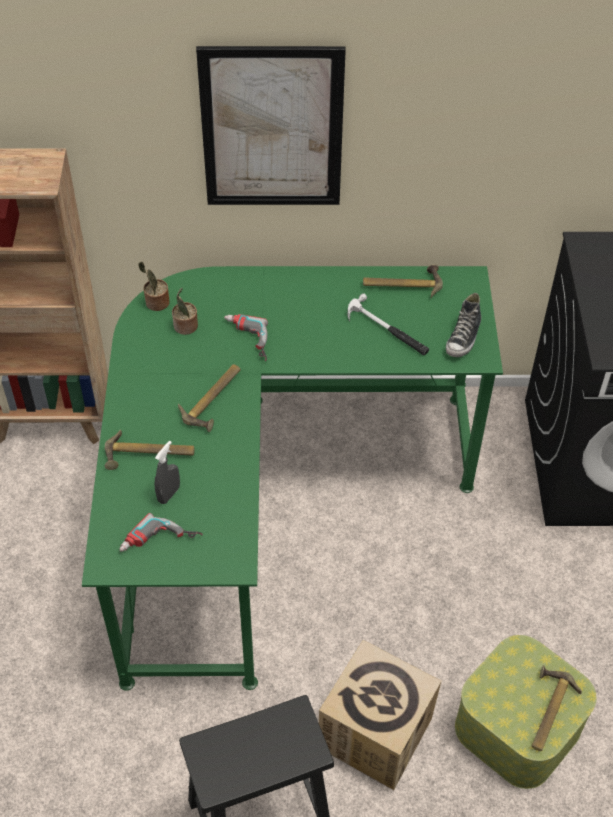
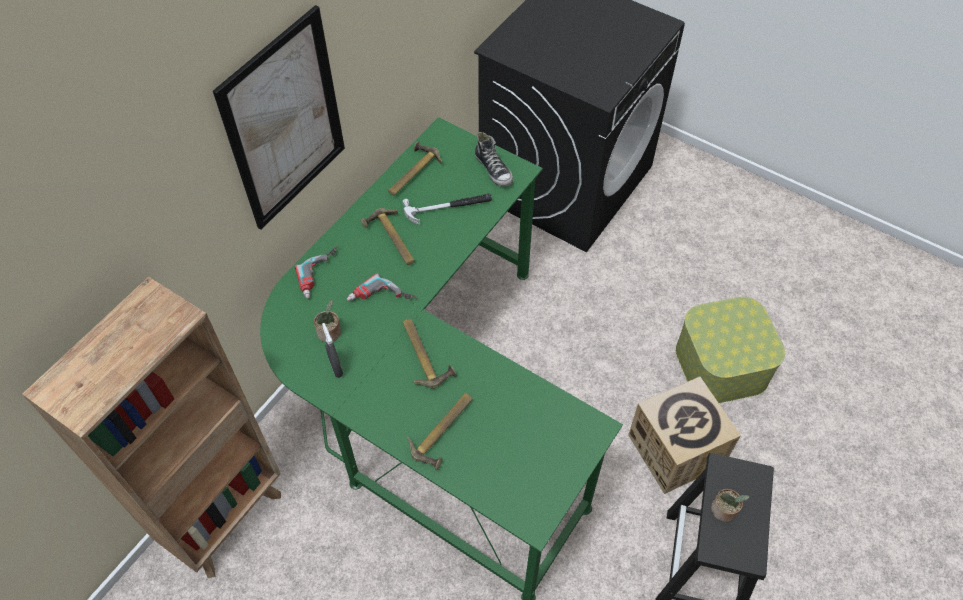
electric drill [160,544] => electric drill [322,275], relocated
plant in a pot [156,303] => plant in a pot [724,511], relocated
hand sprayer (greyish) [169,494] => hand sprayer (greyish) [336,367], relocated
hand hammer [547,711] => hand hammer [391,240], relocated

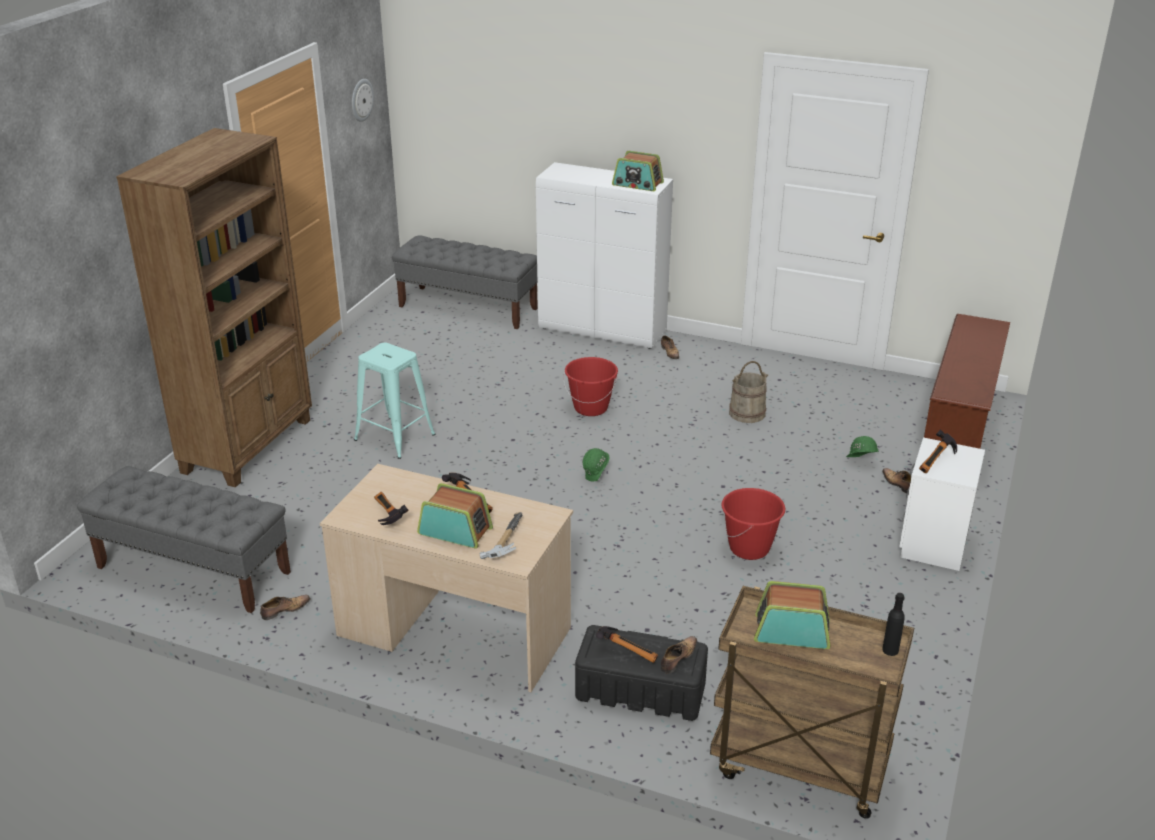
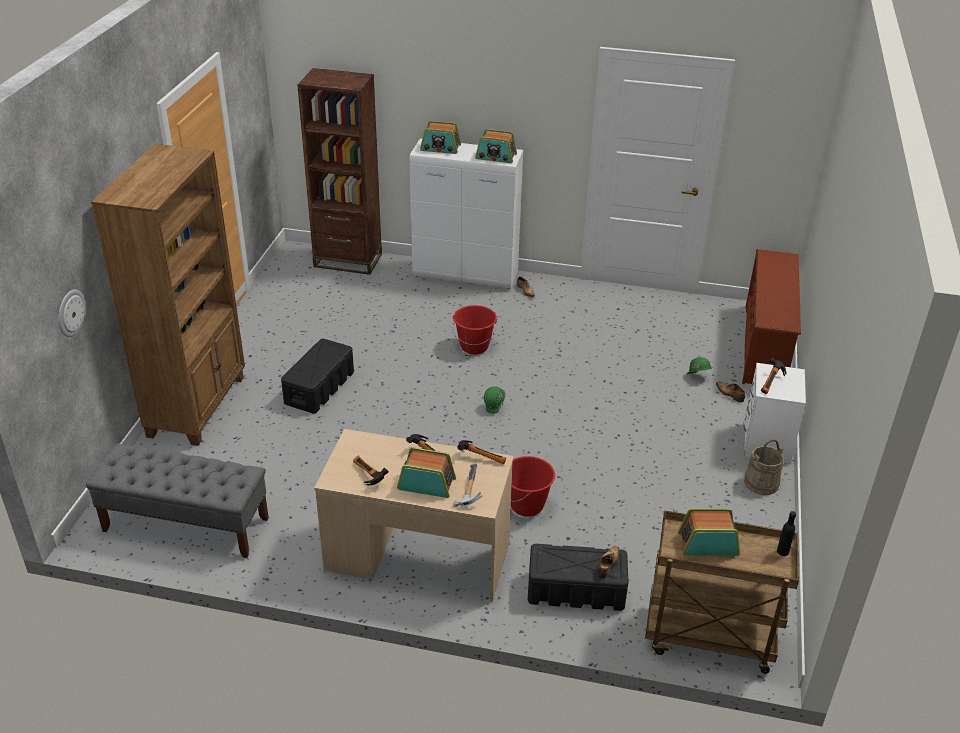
item of footwear [284,610] => nothing
clock on the wall [361,100] => clock on the wall [70,313], relocated
sitting stool (turquoise) [394,437] => storage bin (black-coloured) [320,387]
long seat (greyish) [468,307] => shelving unit (brownish) [348,260]
hand hammer [628,650] => hand hammer [482,457], relocated
pail (red) [749,548] => pail (red) [527,505], relocated
pail (beige-coloured) [747,413] => pail (beige-coloured) [761,483], relocated
nothing => radio receiver [440,148]

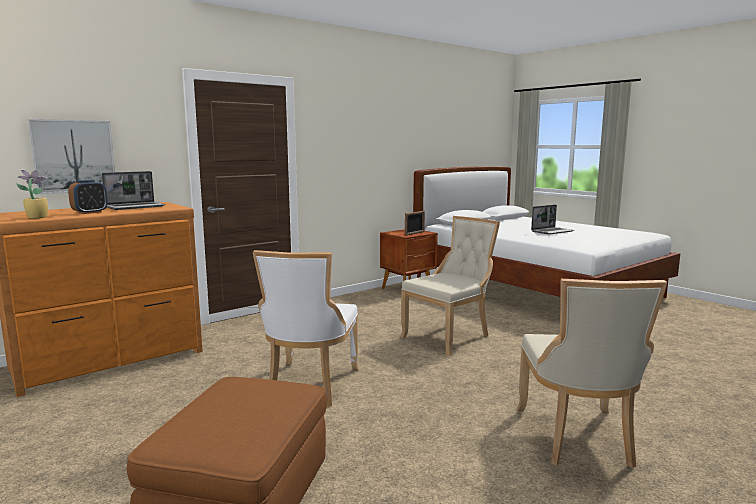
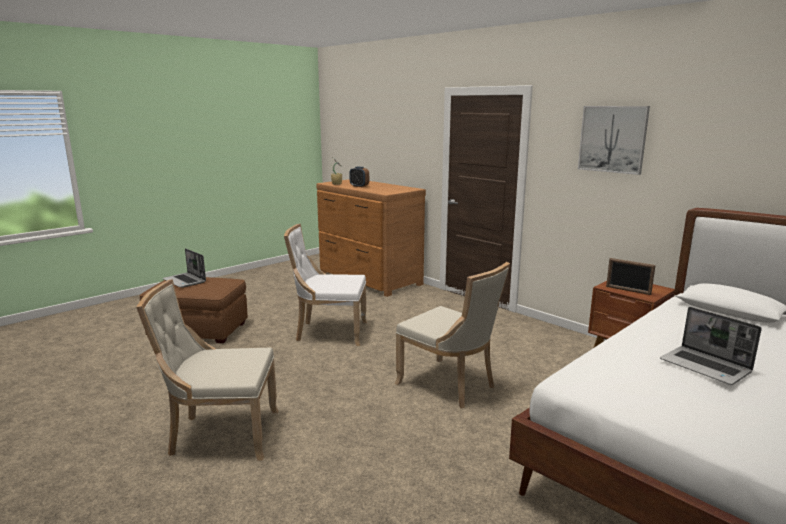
wall art [74,156] => wall art [612,139], relocated
laptop [136,207] => laptop [185,281], relocated

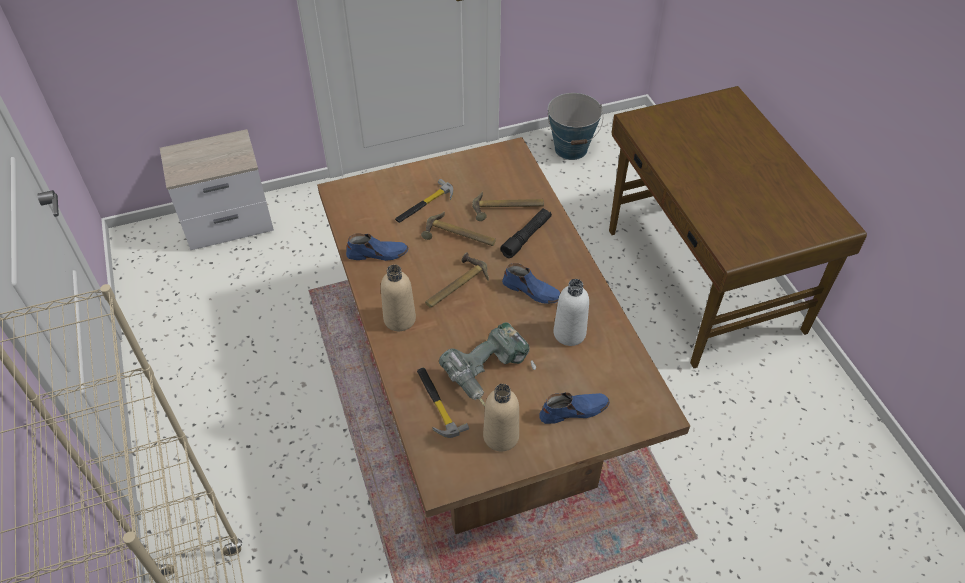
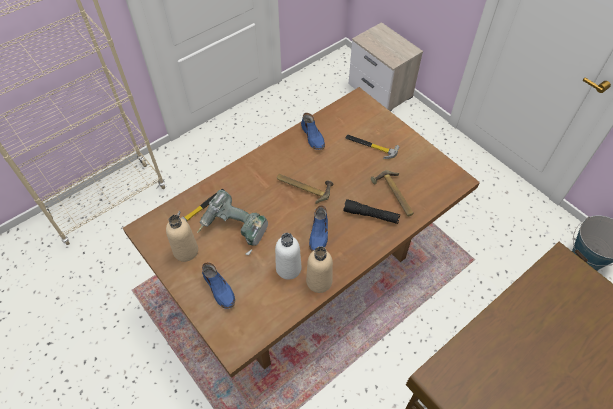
beverage bottle (beige-coloured) [399,319] => beverage bottle (beige-coloured) [319,281], relocated
hand hammer [459,237] => nothing

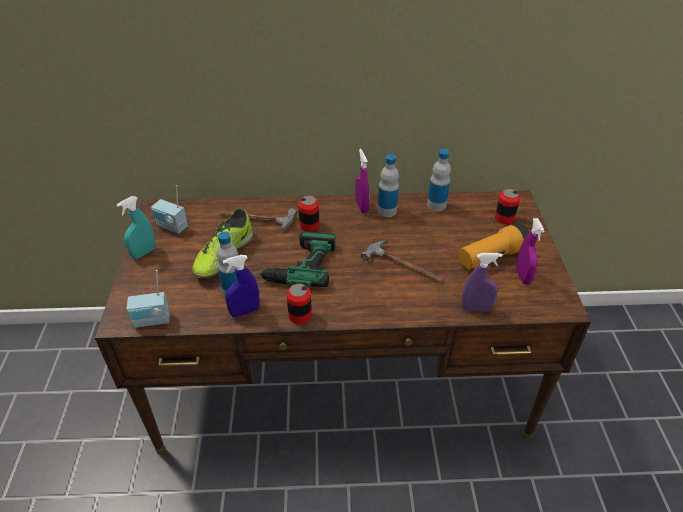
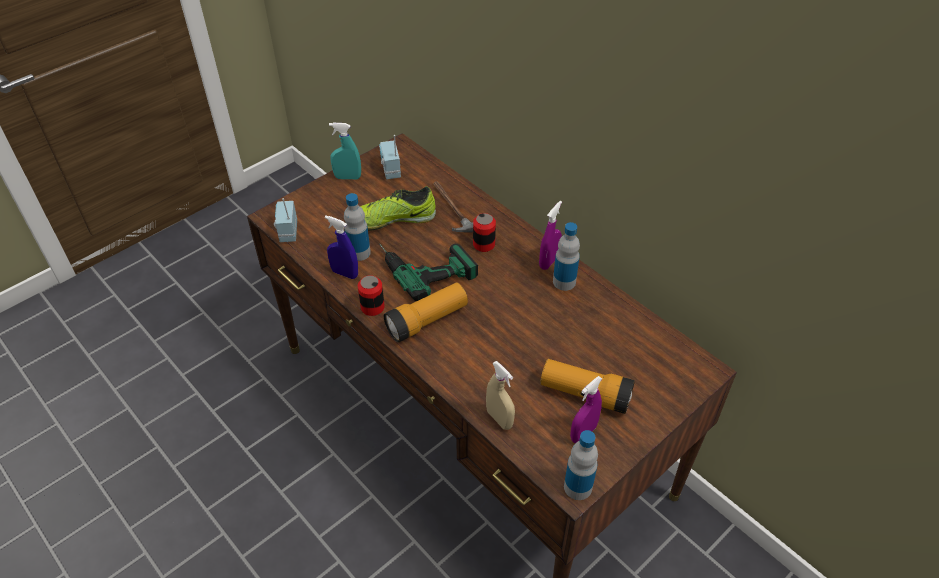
radio receiver [152,321] => radio receiver [287,232], 45 degrees clockwise
hand hammer [405,266] => nothing
beverage bottle [436,205] => beverage bottle [578,487], relocated
hand sprayer (purple-coloured) [476,308] => hand sprayer (beige-coloured) [499,419]
metal can [504,218] => nothing
nothing => torch [427,321]

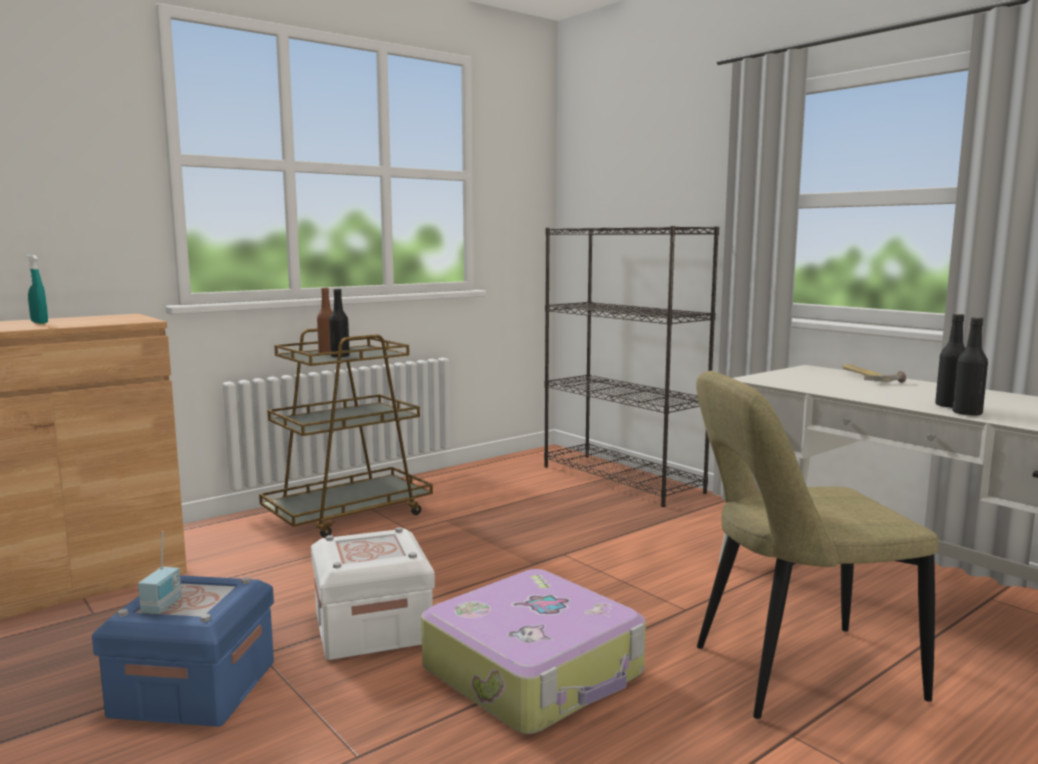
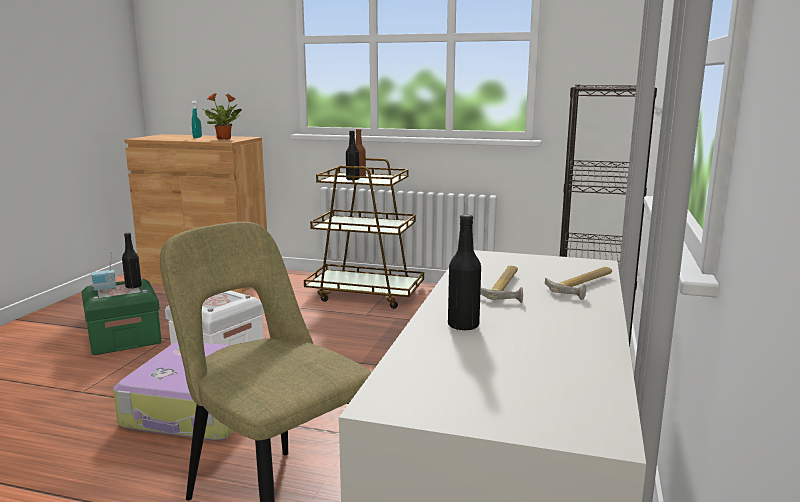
storage bin (blue) [194,689] => storage bin (greenish) [124,338]
beverage bottle (black-coloured) [967,413] => beverage bottle (black-coloured) [133,286], relocated
nothing => plant in a pot [224,139]
nothing => hand hammer [507,288]

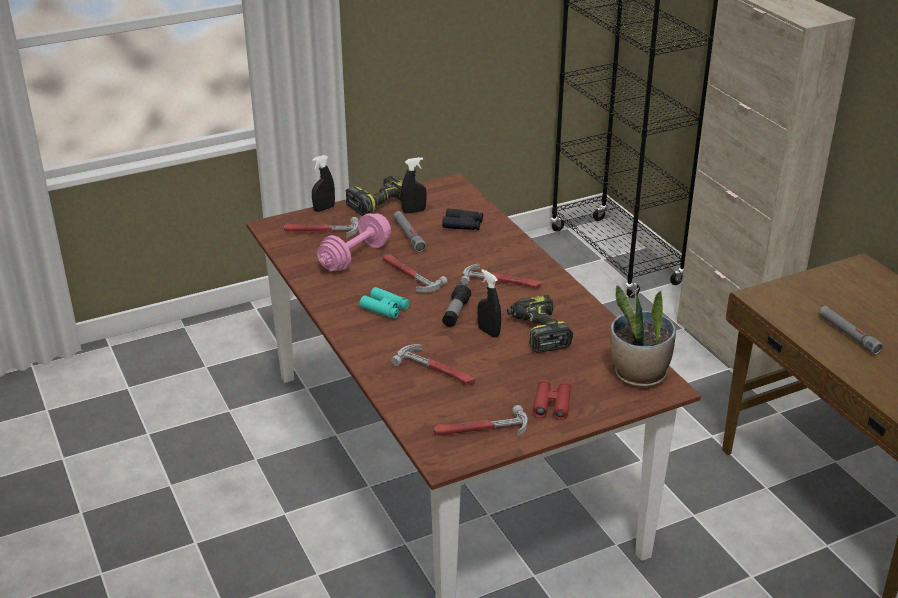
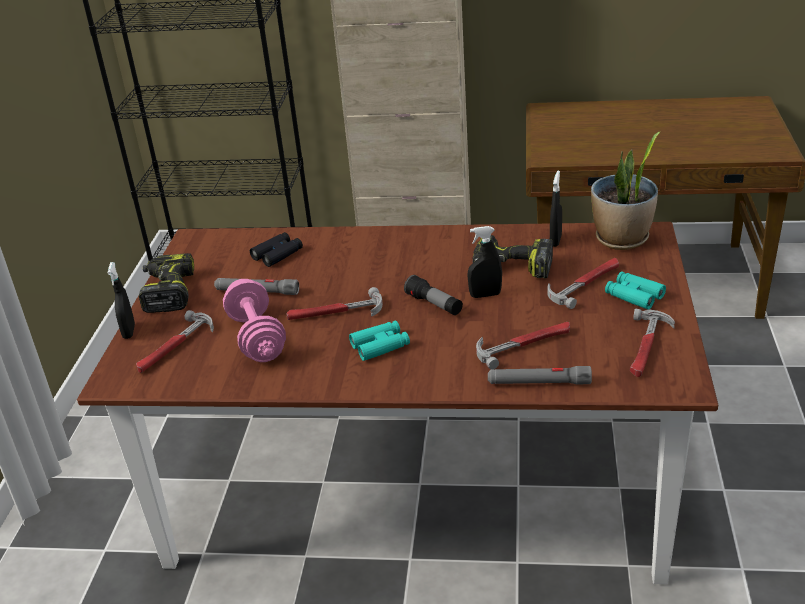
hand sprayer (black-coloured) [414,211] => hand sprayer (black-coloured) [555,240], relocated
hand hammer [502,282] => hand hammer [585,284], relocated
pair of binoculars (red) [552,404] => pair of binoculars (turquoise) [634,295]
torch (greyish) [847,334] => torch (greyish) [539,383], relocated

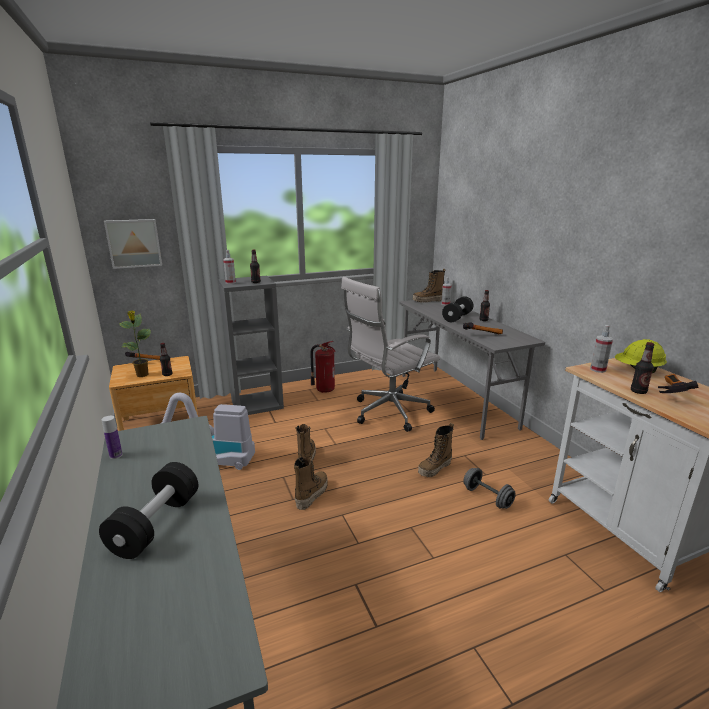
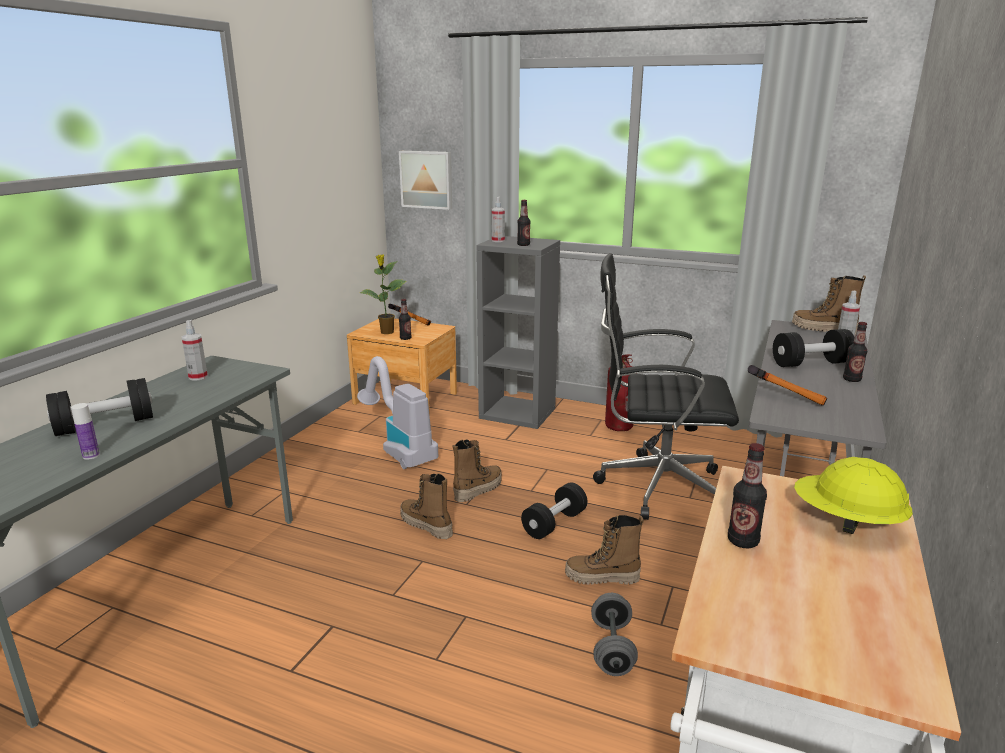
beverage bottle [116,455] => beverage bottle [91,456], relocated
high-top boot [311,494] => high-top boot [426,526], 120 degrees counterclockwise
office chair (white-coloured) [388,413] => office chair (black-coloured) [654,486]
hand sprayer [598,369] => hand sprayer [198,377], relocated
hand hammer [668,392] => nothing
nothing => hand weight (black-coloured) [554,523]

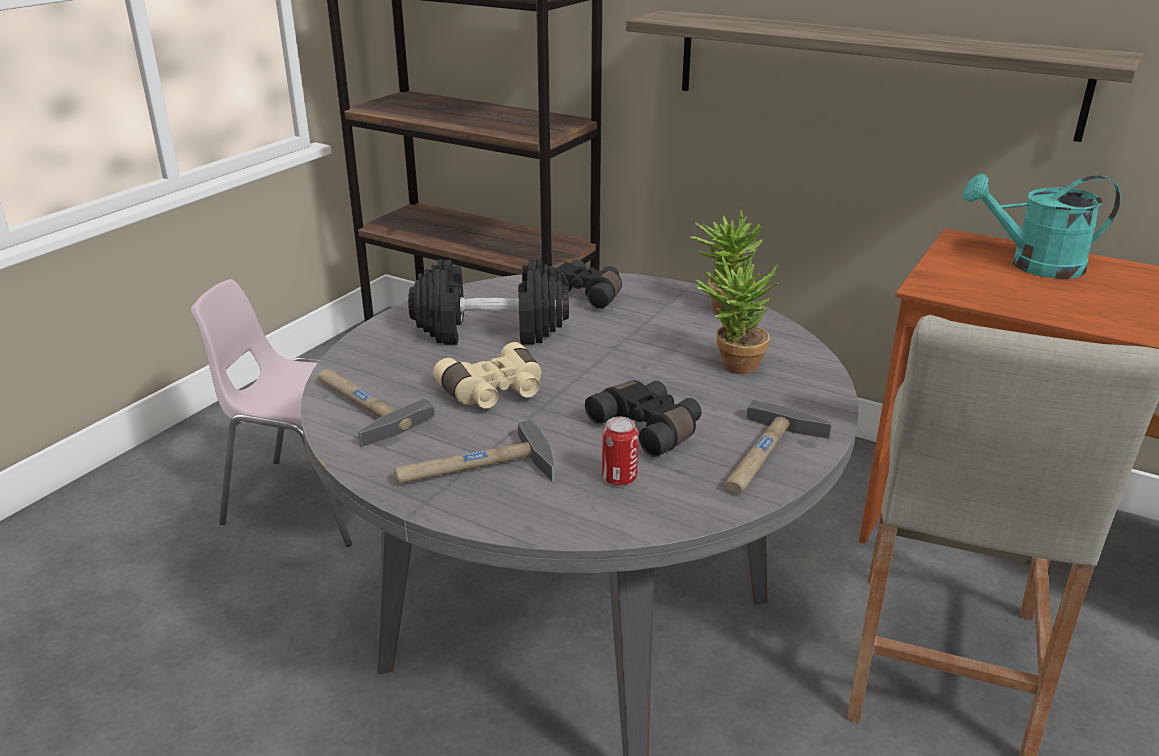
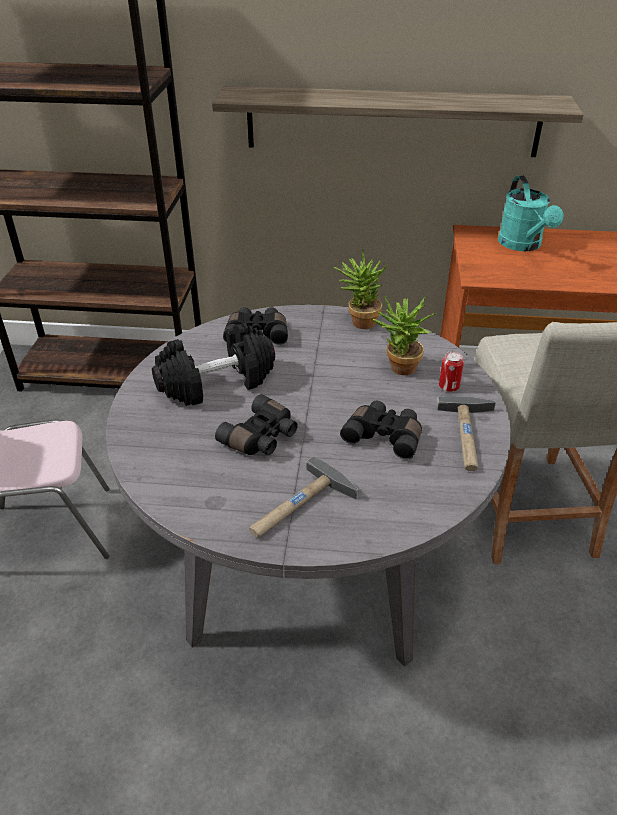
hand hammer [360,407] => nothing
pair of binoculars (beige-coloured) [494,393] => pair of binoculars (black-coloured) [261,437]
metal can [619,478] => metal can [449,387], relocated
watering can (turquoise) [1034,266] => watering can (turquoise) [523,245], 75 degrees counterclockwise

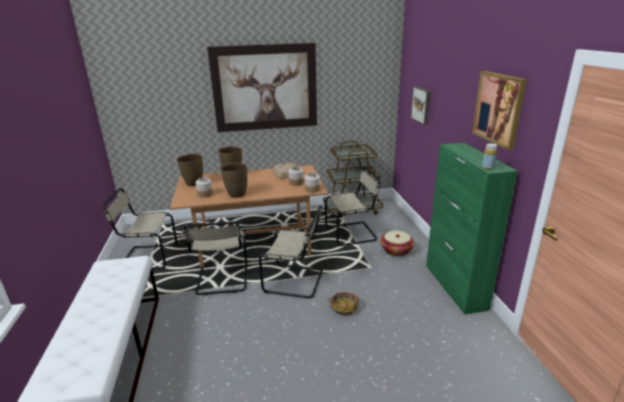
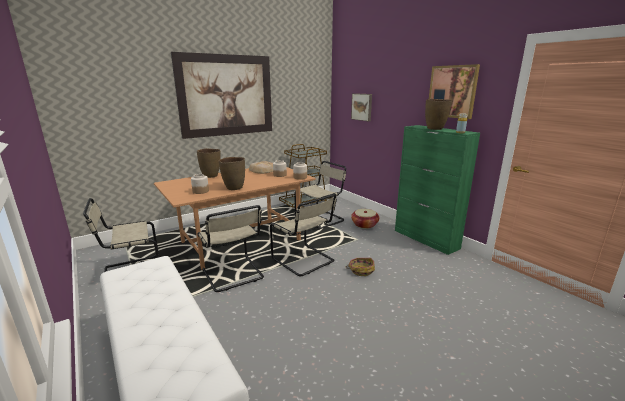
decorative vase (brownish) [193,183] => decorative vase (brownish) [435,128], relocated
upright chair (beige-coloured) [296,281] => upright chair (beige-coloured) [304,261], 60 degrees clockwise

